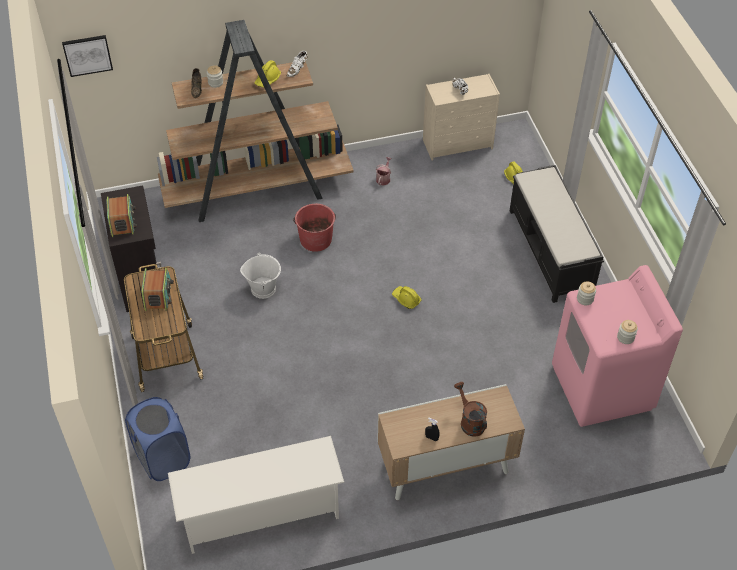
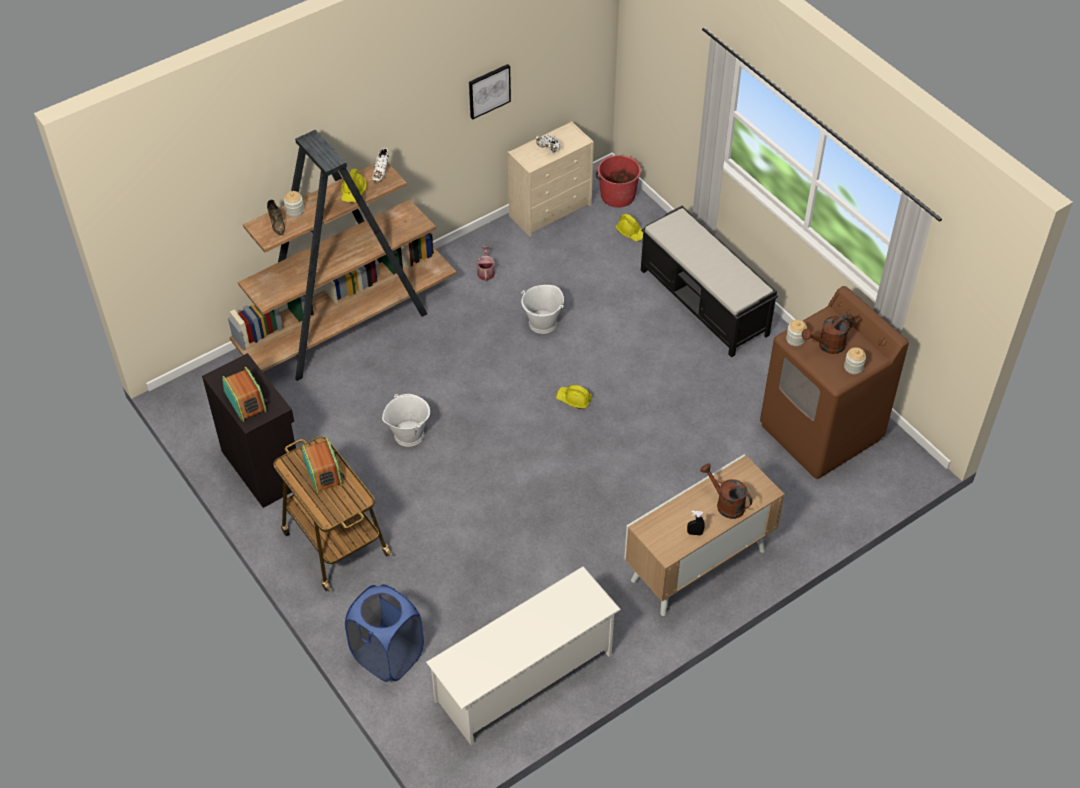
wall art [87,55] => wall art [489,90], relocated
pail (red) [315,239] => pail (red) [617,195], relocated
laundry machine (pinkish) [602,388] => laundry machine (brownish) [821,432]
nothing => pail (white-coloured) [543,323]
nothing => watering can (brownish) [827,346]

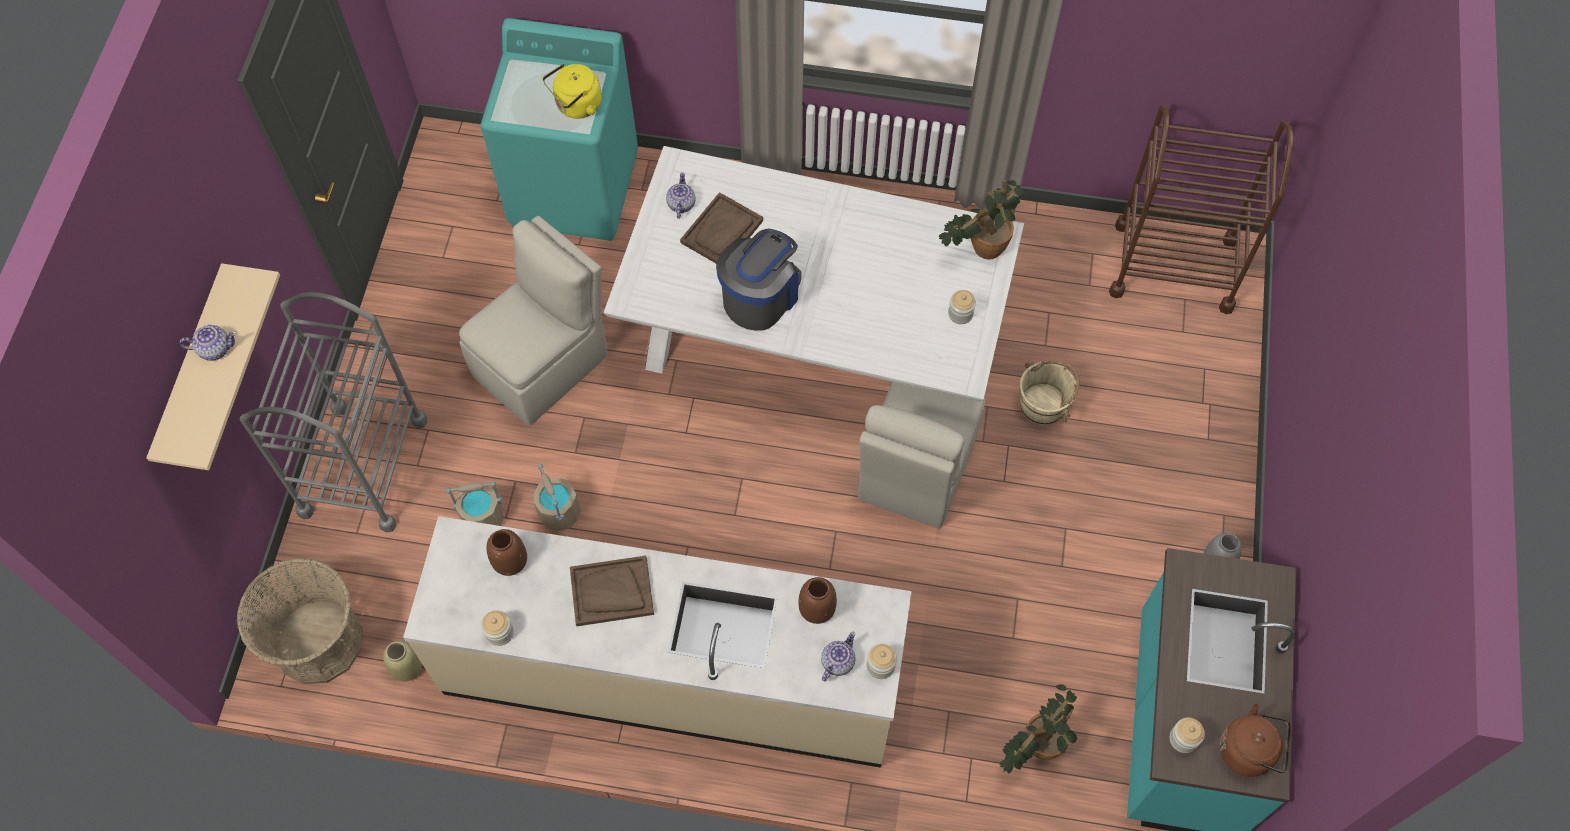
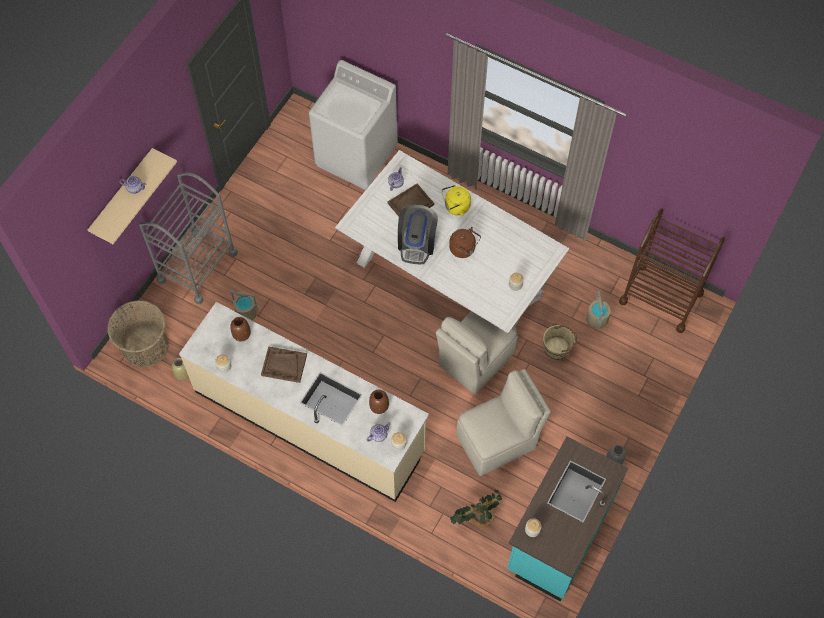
upright chair (beige-coloured) [543,363] => upright chair (beige-coloured) [498,441], relocated
laundry machine (turquoise) [575,190] => laundry machine (white-coloured) [356,156]
pail (beige-coloured) [559,512] => pail (beige-coloured) [596,319], relocated
tea kettle (yellow) [576,106] => tea kettle (yellow) [455,207], relocated
coffee maker [760,296] => coffee maker [417,243], 135 degrees clockwise
plant in a pot [980,249] => nothing
tea kettle (brownish) [1249,751] => tea kettle (brownish) [464,249], relocated

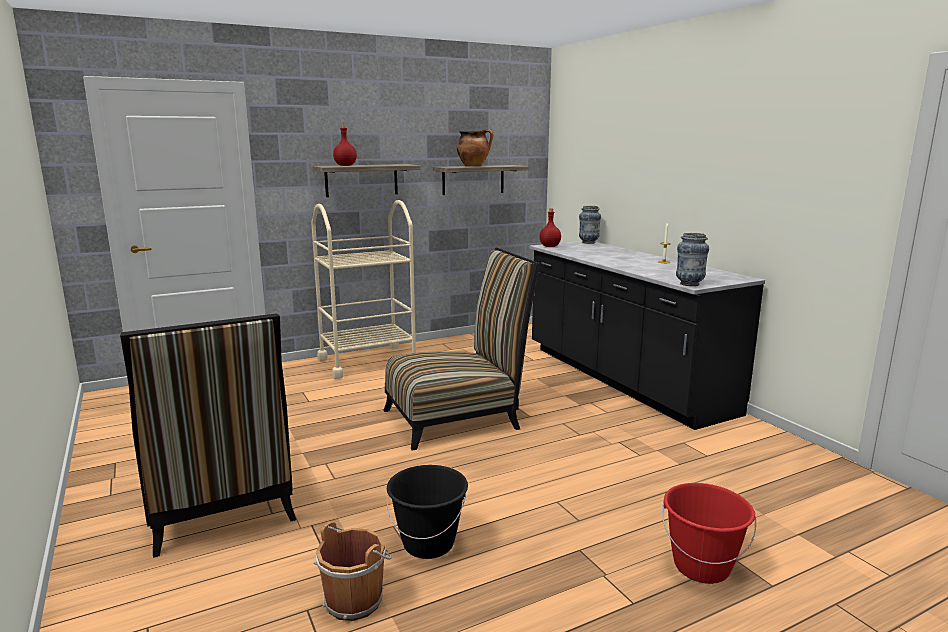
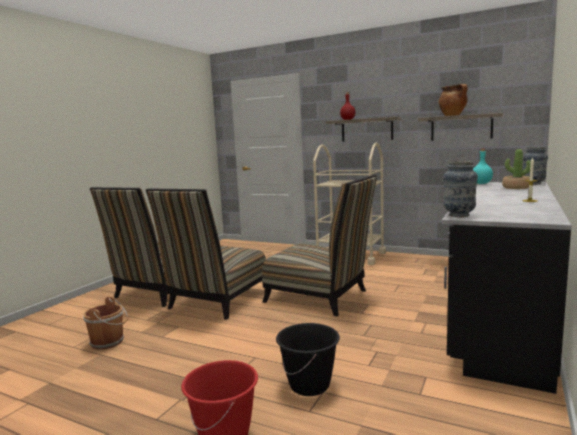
pail (black-coloured) [429,543] => pail (black-coloured) [310,385], relocated
beverage bottle (red) [550,246] => beverage bottle (turquoise) [481,183]
nothing => upright chair [216,301]
nothing => plant in a pot [516,187]

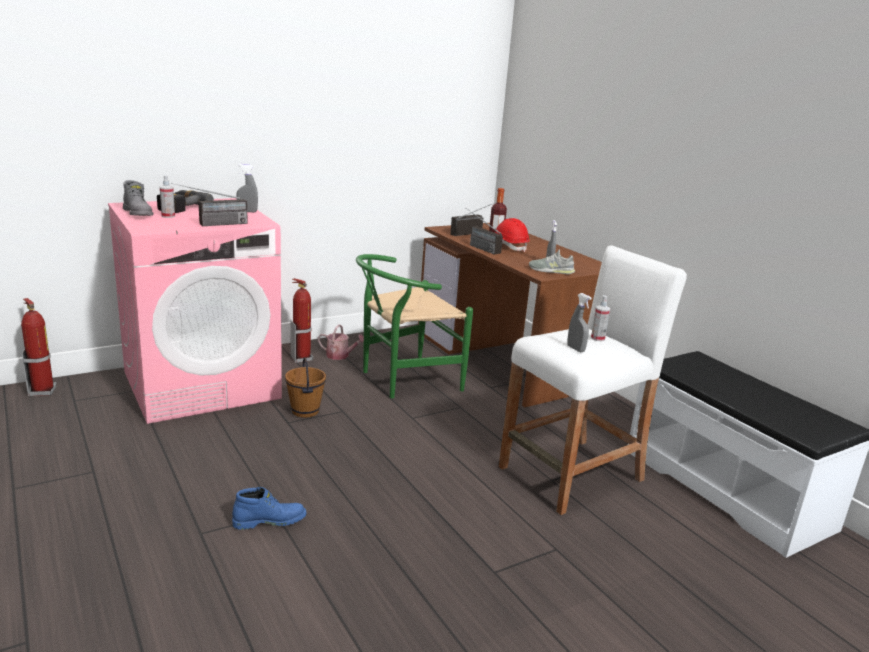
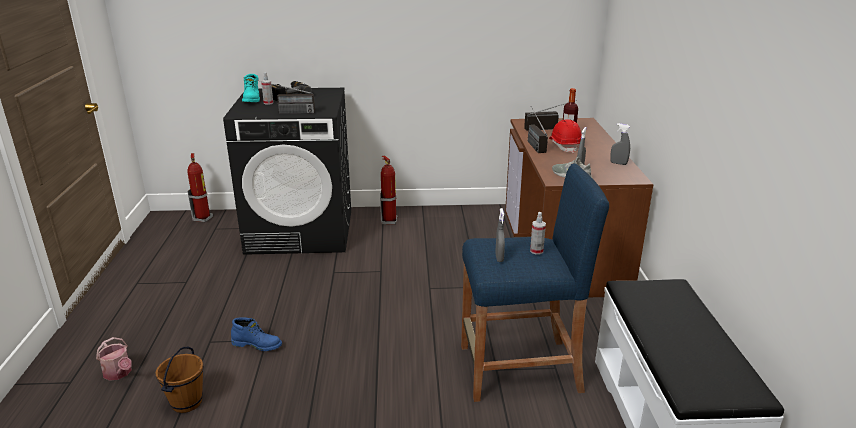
laundry machine (pinkish) [202,385] => laundry machine (black-coloured) [301,231]
high-top boot (greyish) [139,213] => high-top boot (turquoise) [252,99]
hand sprayer (greyish) [247,211] => hand sprayer (greyish) [618,163], relocated
pail (brownish) [304,411] => pail (brownish) [186,402], relocated
watering can [340,356] => watering can [119,373], relocated
upright chair (greenish) [403,379] => nothing
sitting stool (white-coloured) [572,474] => sitting stool (blue) [520,369]

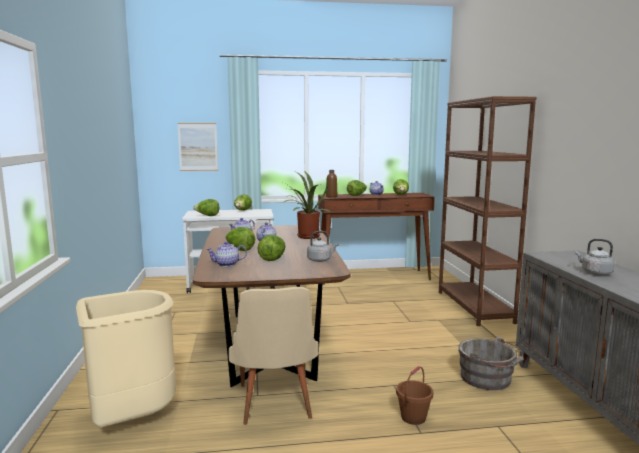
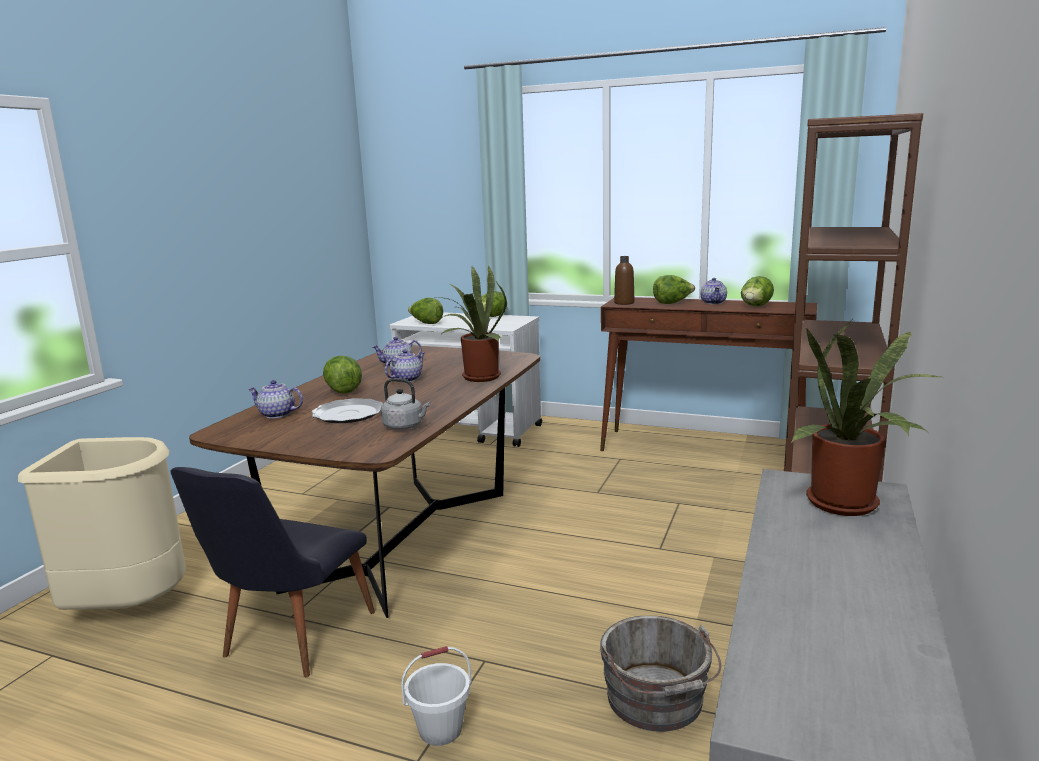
wall art [198,147] => nothing
upright chair (beige-coloured) [274,406] => upright chair (black-coloured) [288,641]
lettuce head [272,259] => flat dish [348,414]
pail (brownish) [413,417] => pail (white-coloured) [440,730]
tea kettle (greyish) [594,273] => nothing
nothing => plant in a pot [848,506]

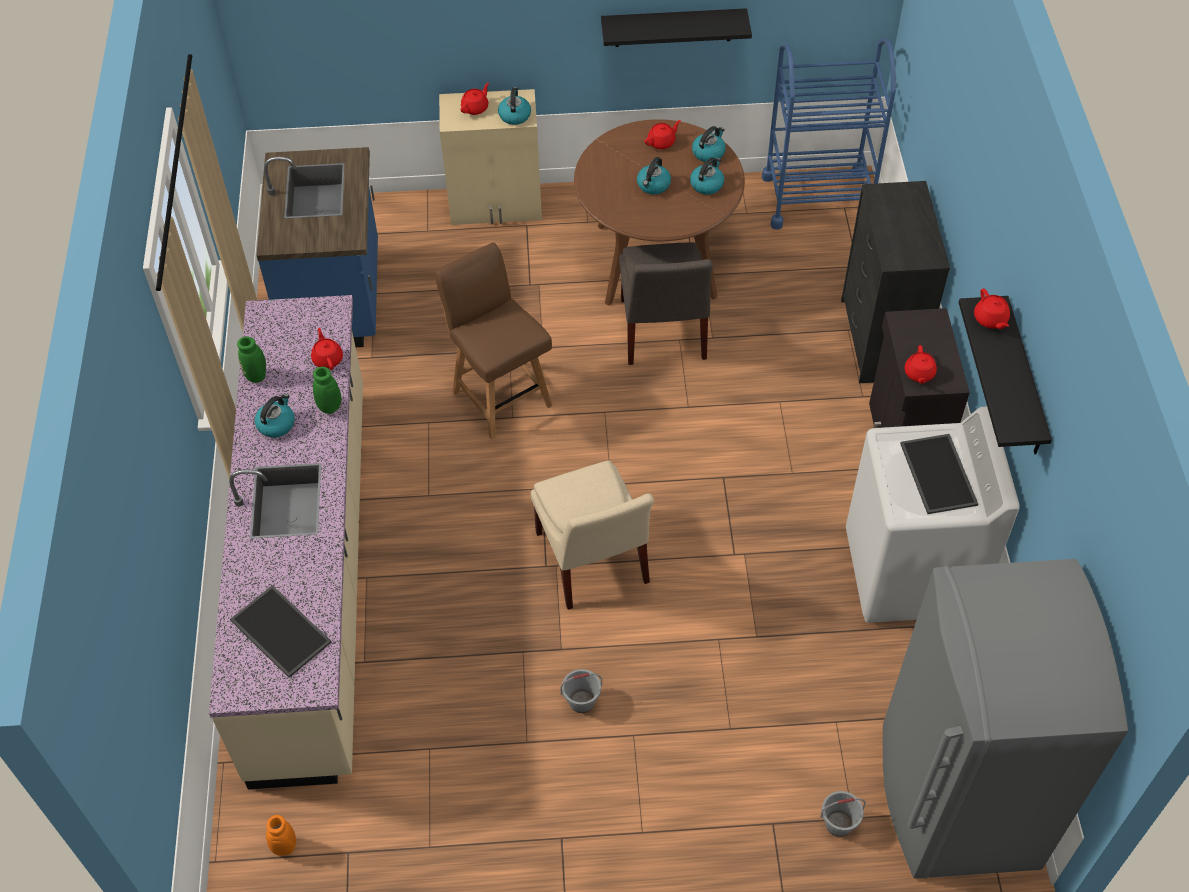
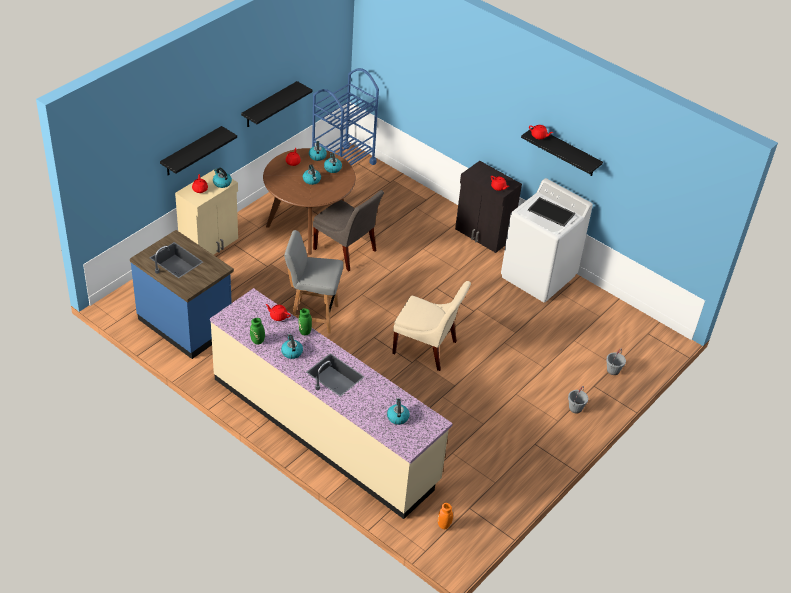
tray [279,631] => tea kettle [397,417]
upright chair (brownish) [500,397] => upright chair (greyish) [312,315]
pail (greyish) [581,702] => pail (greyish) [575,408], relocated
chest of drawers (black-coloured) [879,339] => nothing
refrigerator (greyish) [956,797] => nothing
nothing => wall shelf (black-coloured) [191,151]

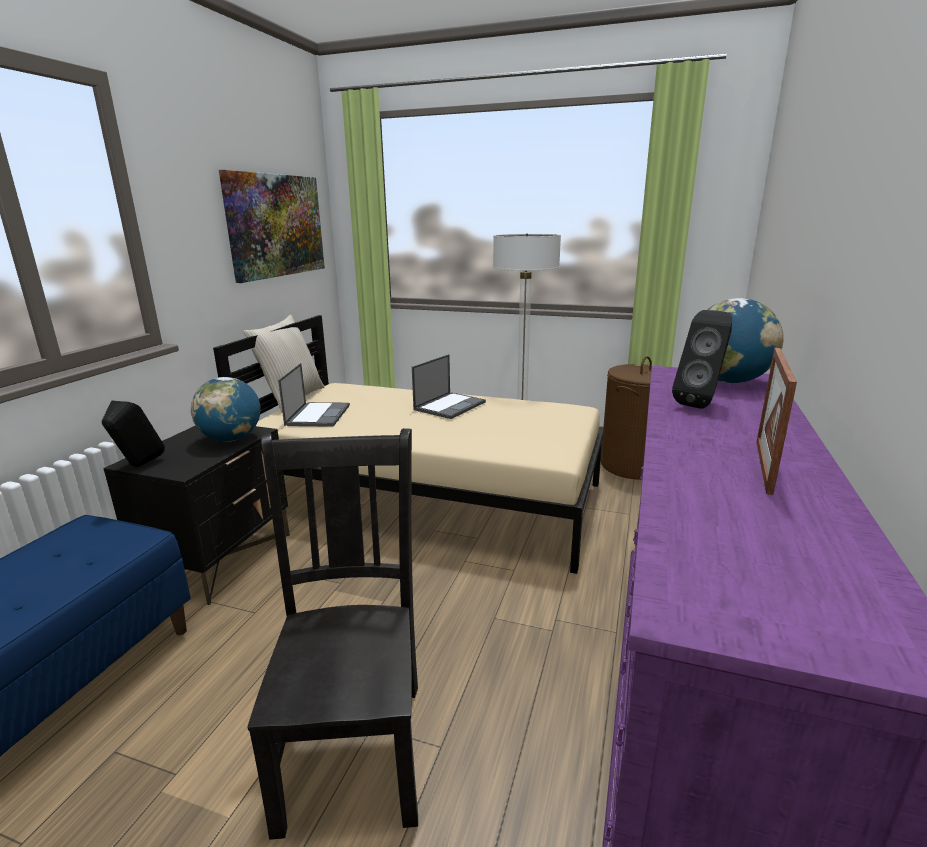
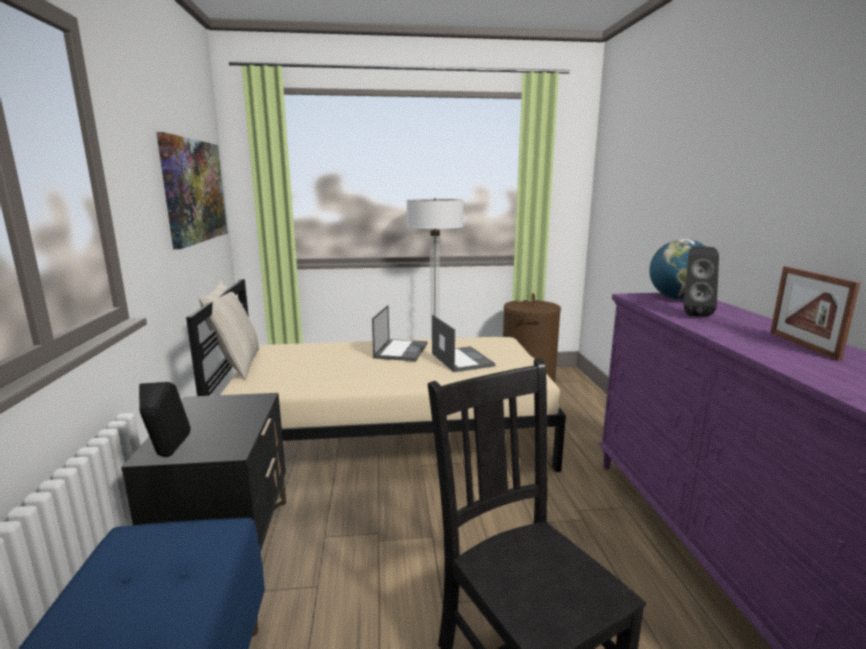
desk globe [231,439] => nothing
laptop [318,415] => laptop [461,359], relocated

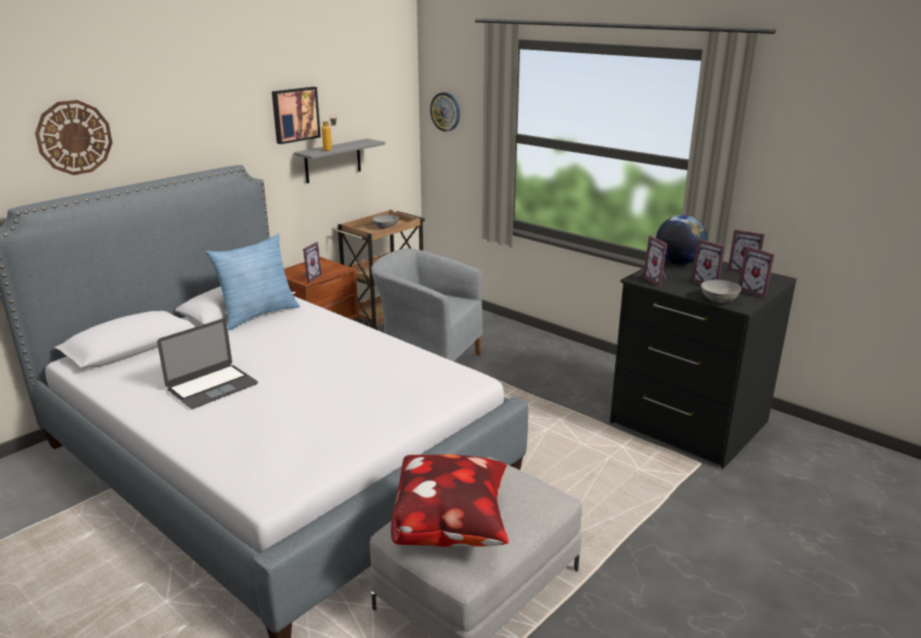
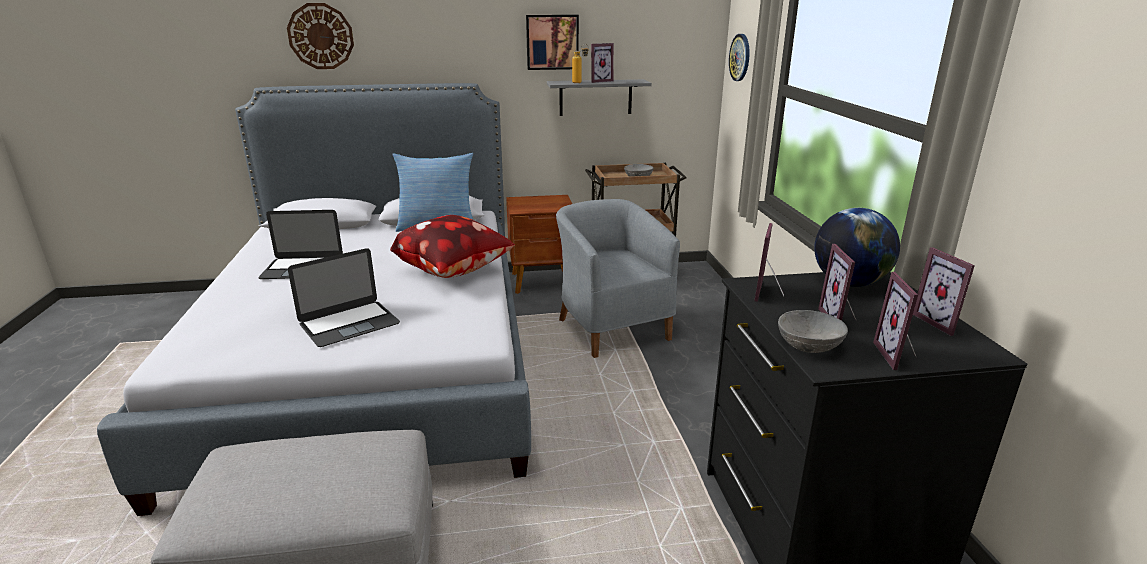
standing frame [309,278] => standing frame [599,81], relocated
cushion [452,527] => cushion [455,272], relocated
nothing => laptop [349,323]

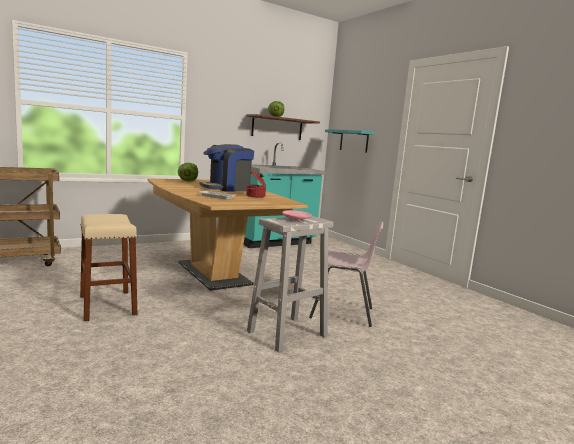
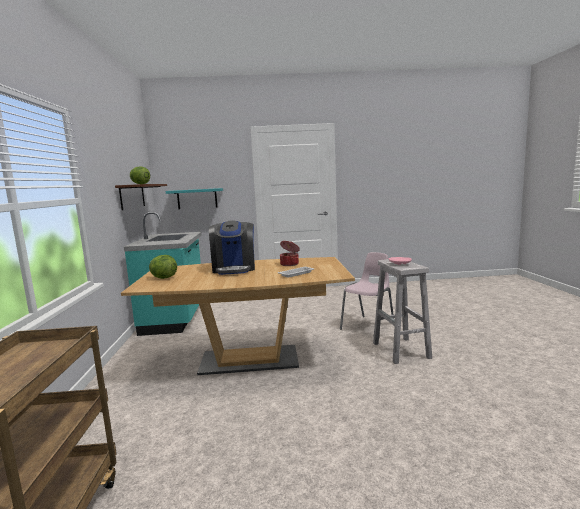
sitting stool (beige-coloured) [107,305] => nothing

